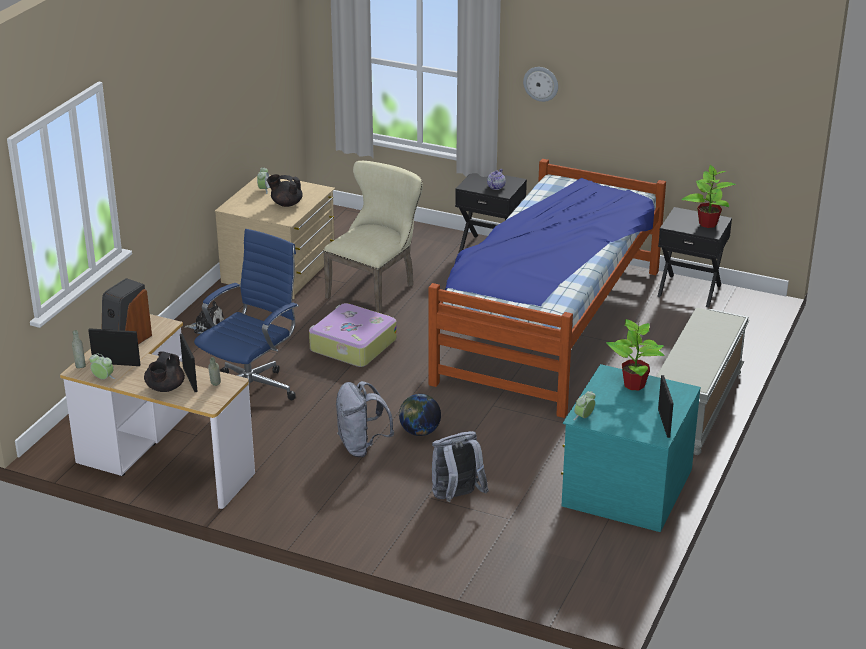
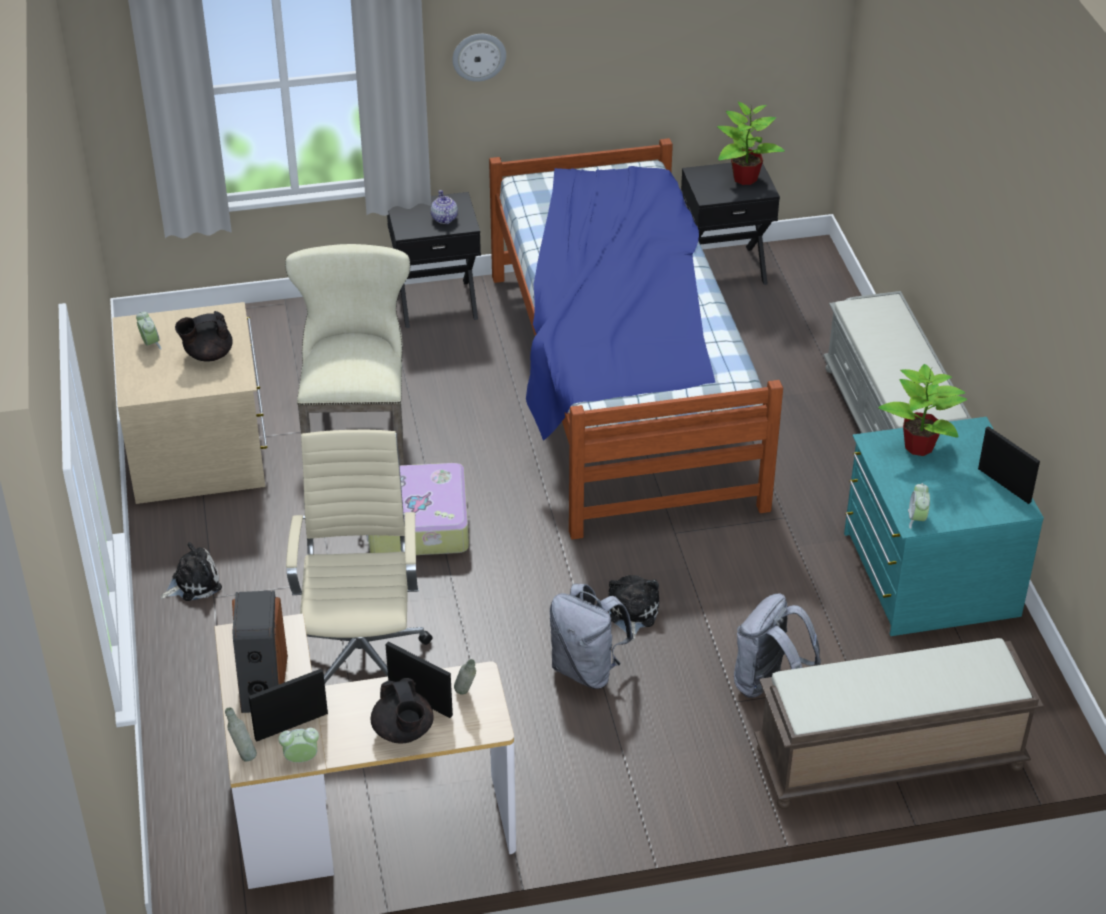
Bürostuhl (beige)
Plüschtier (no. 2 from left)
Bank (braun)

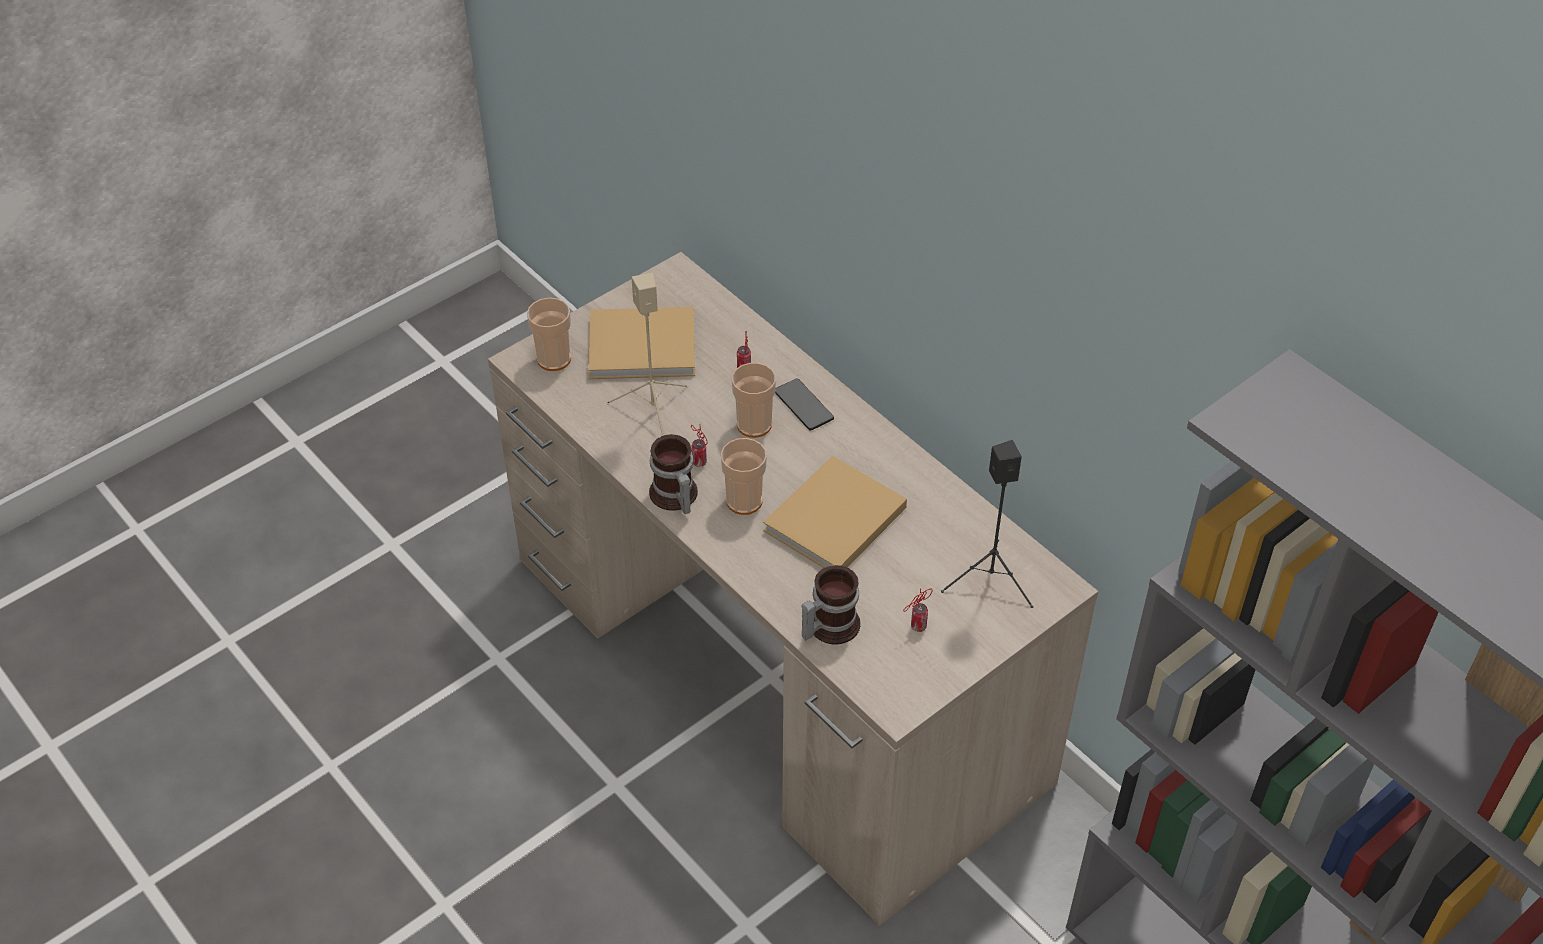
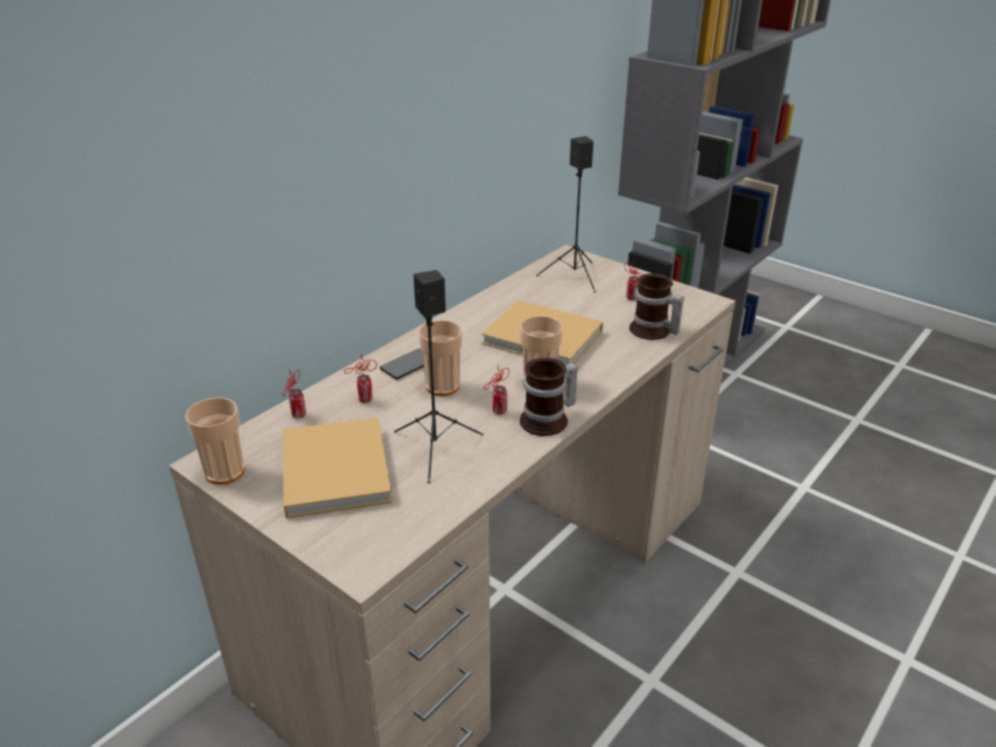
Tasse (no. 1 from left)
Dose (no. 1 from left)
Lautsprecher (schwarz) (no. 1 from left)

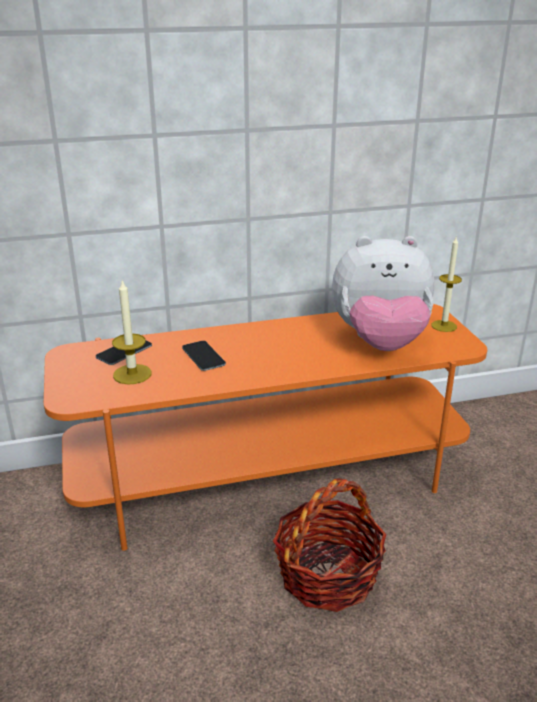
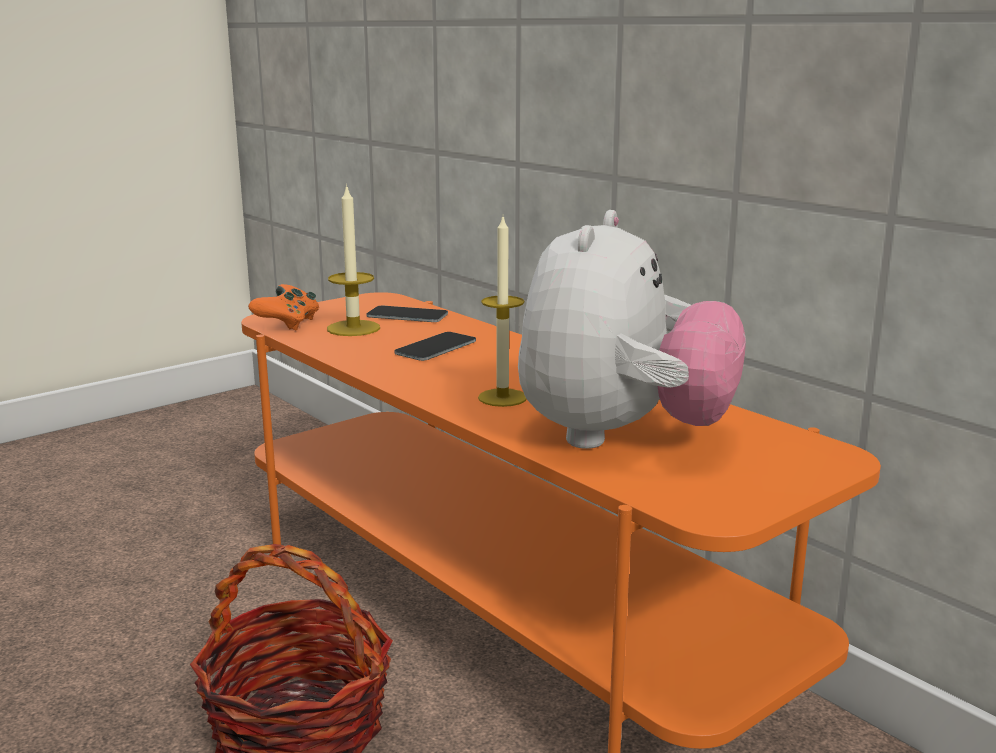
Gamepad (orange)
Kerze (no. 2 from left)
Plüschtier

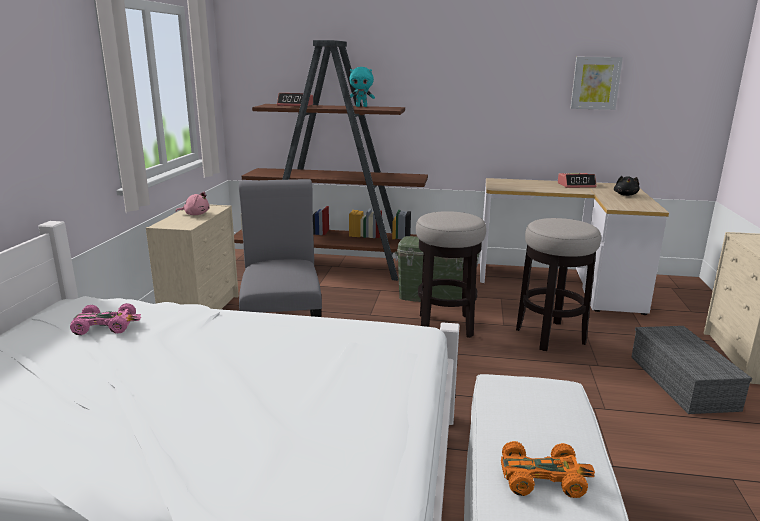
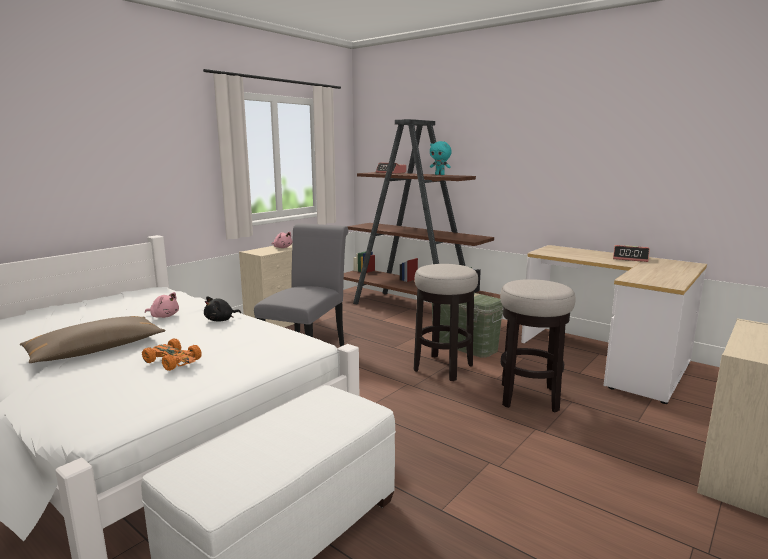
Kissen (braun)
Spielzeugauto (orange)
Plüschtier (rosa) (no. 1 from left)
Plüschtier (schwarz)
Spielzeugauto (rosa)
Bild
Aufbewahrungsbox (grau)

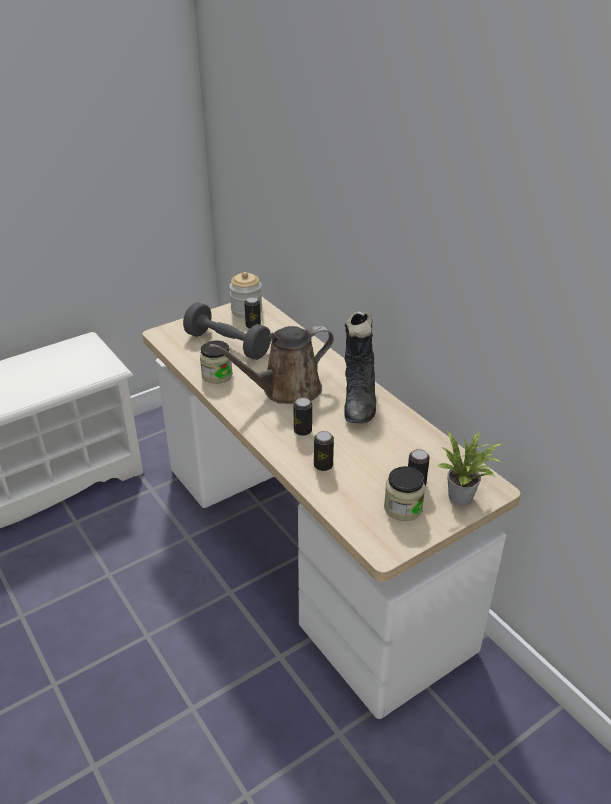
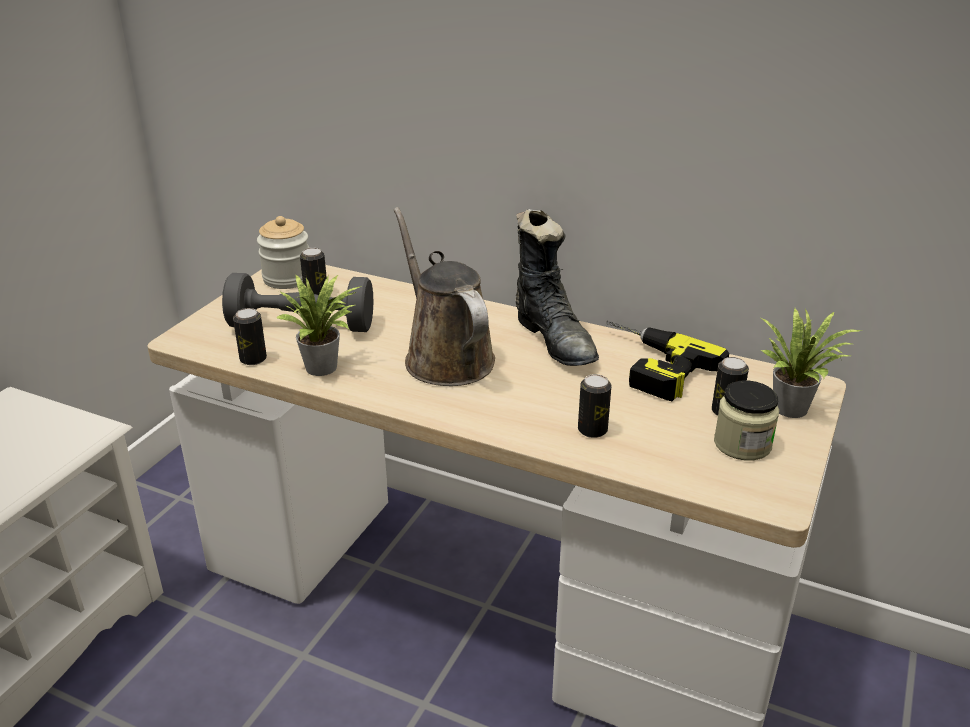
Dose (no. 1 from left)
Topfpflanze (no. 1 from left)
Gießkanne (braun)
Bohrmaschine

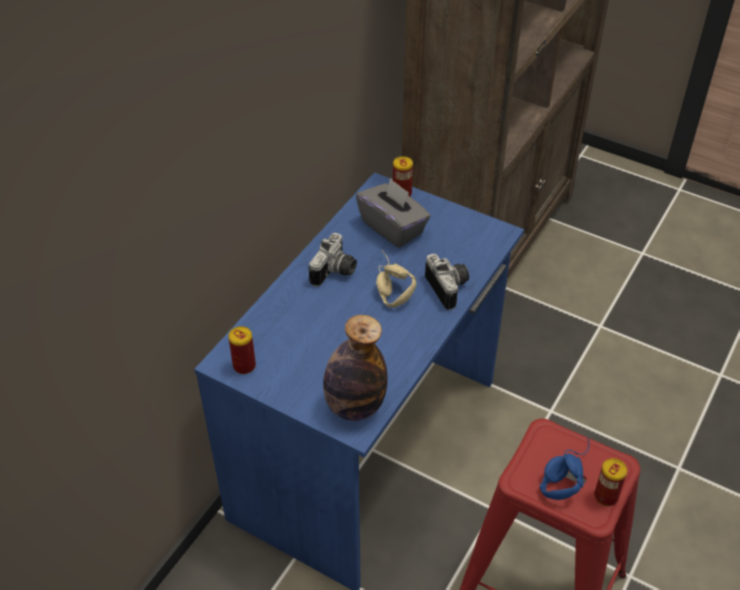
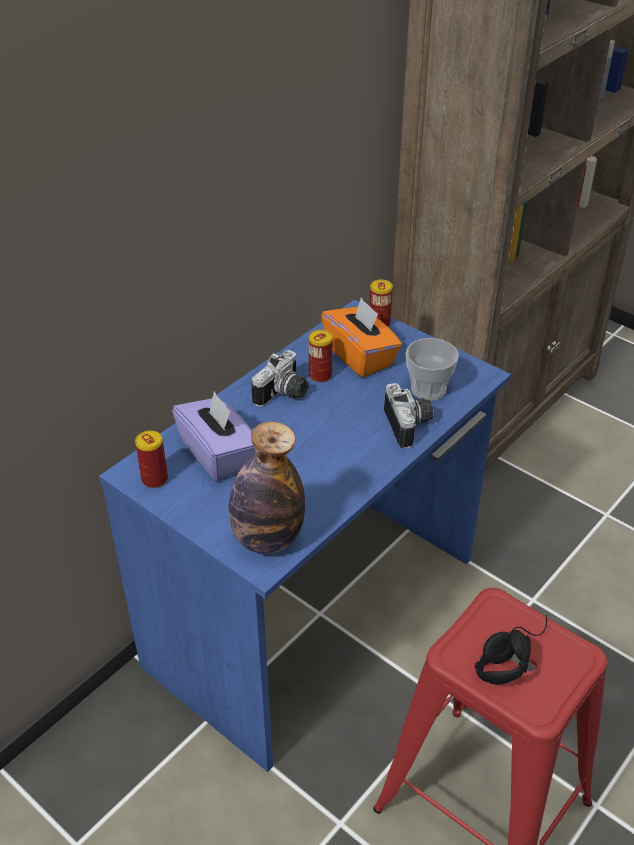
Taschentuchbox (lila)
Dose (no. 2 from left)
Taschentuchbox (orange)
Tasse
Kopfhörer (schwarz)
Kopfhörer (beige)

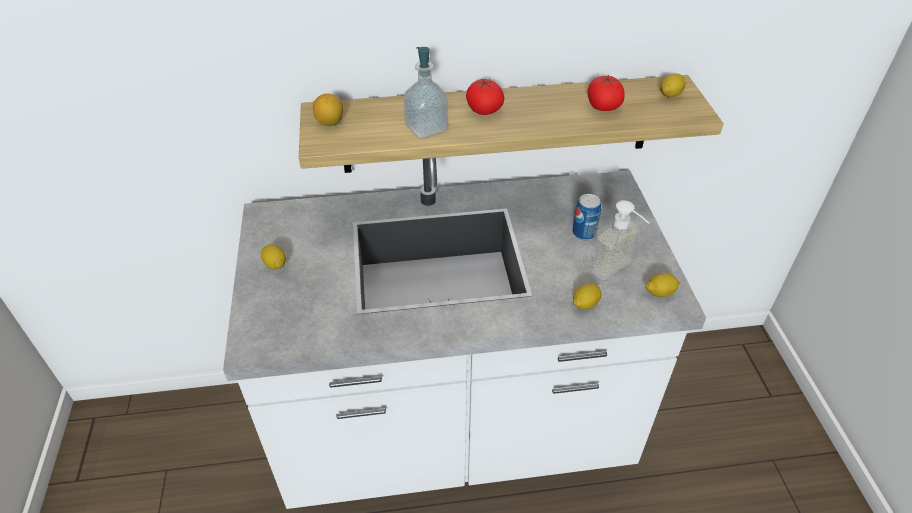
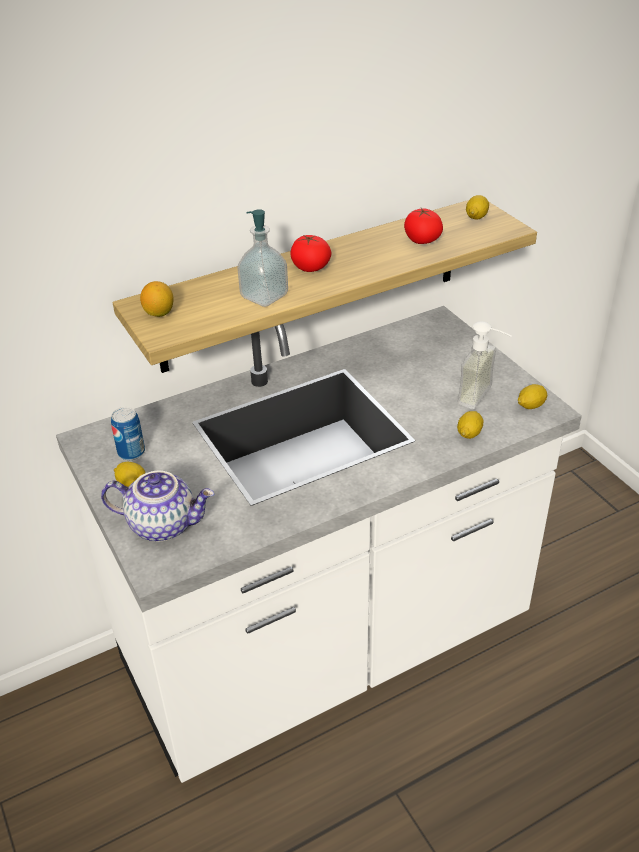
Teekanne
Dose

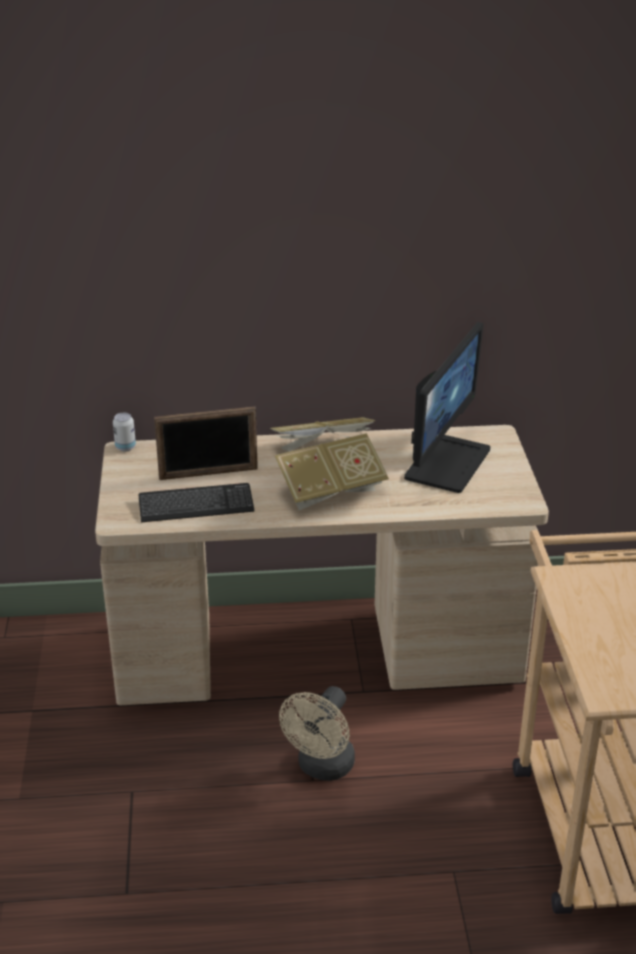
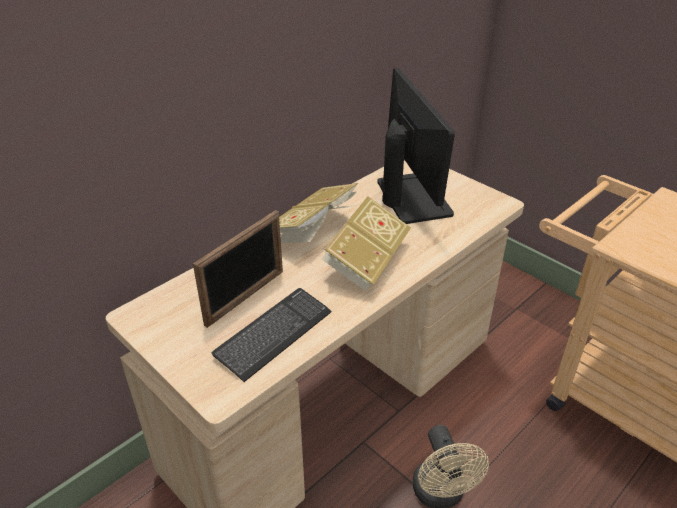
Dose

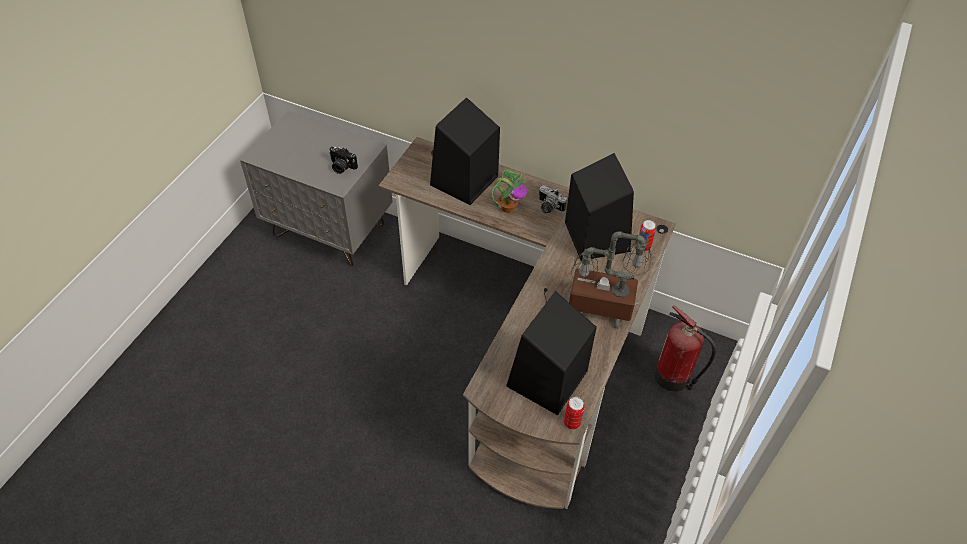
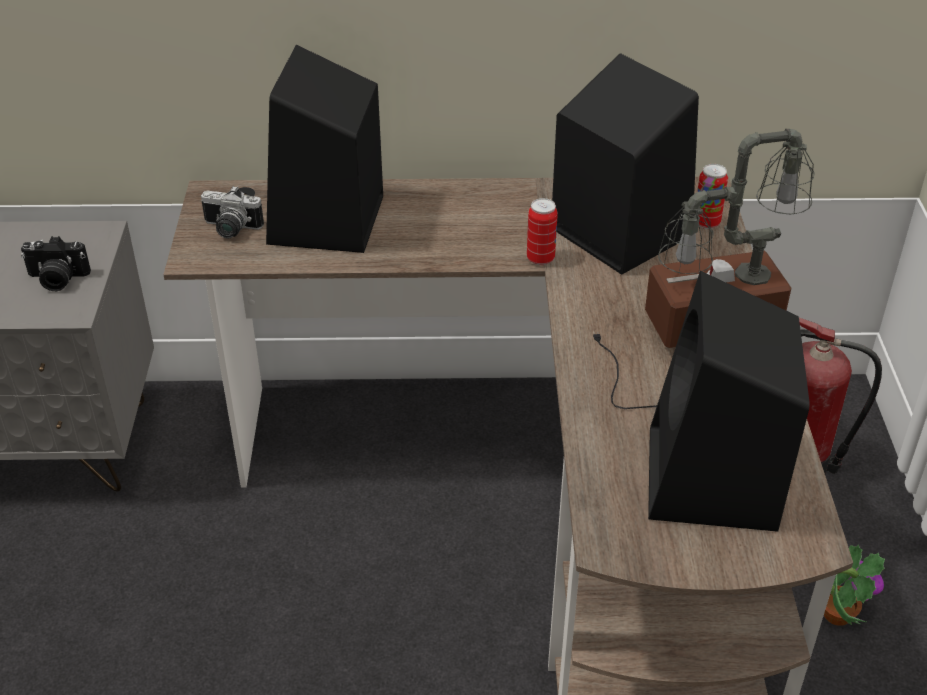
Kamera (no. 2 from left)
Dose (no. 1 from left)
Topfpflanze

